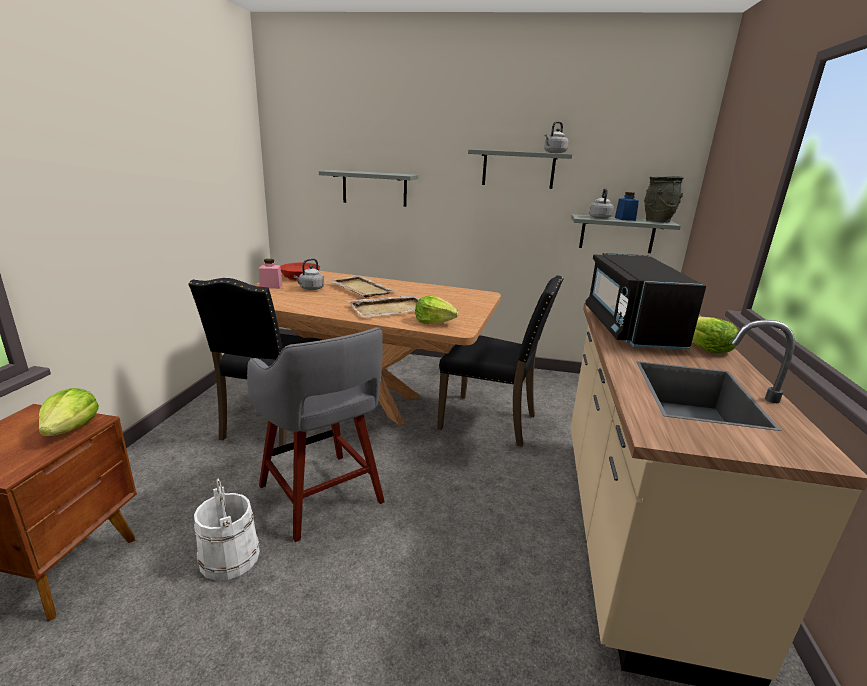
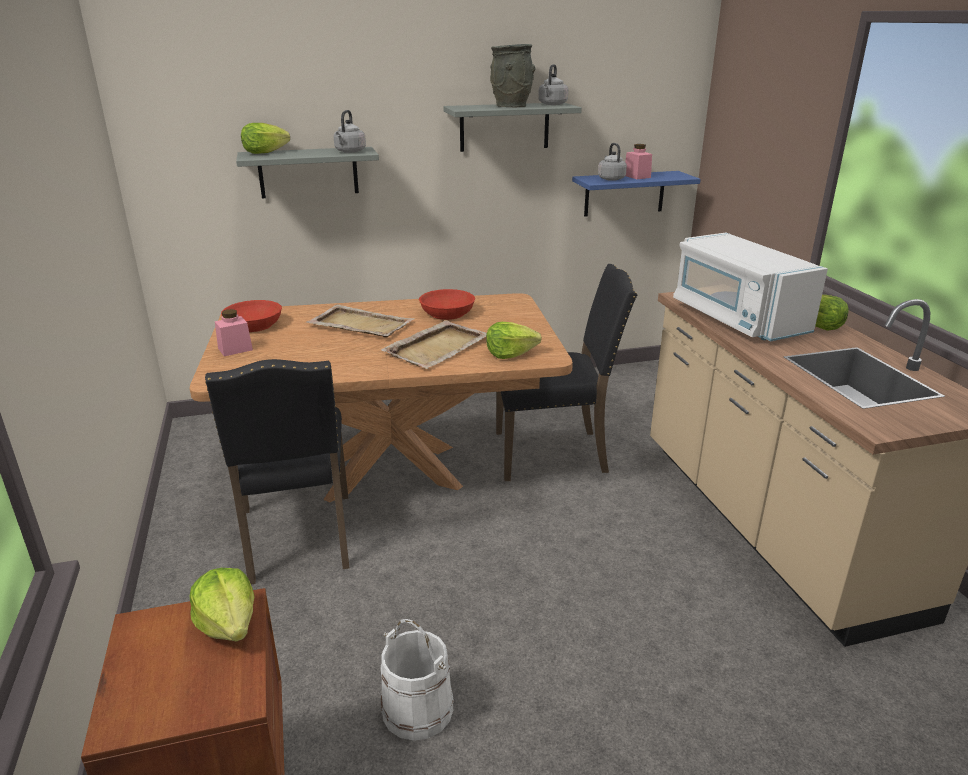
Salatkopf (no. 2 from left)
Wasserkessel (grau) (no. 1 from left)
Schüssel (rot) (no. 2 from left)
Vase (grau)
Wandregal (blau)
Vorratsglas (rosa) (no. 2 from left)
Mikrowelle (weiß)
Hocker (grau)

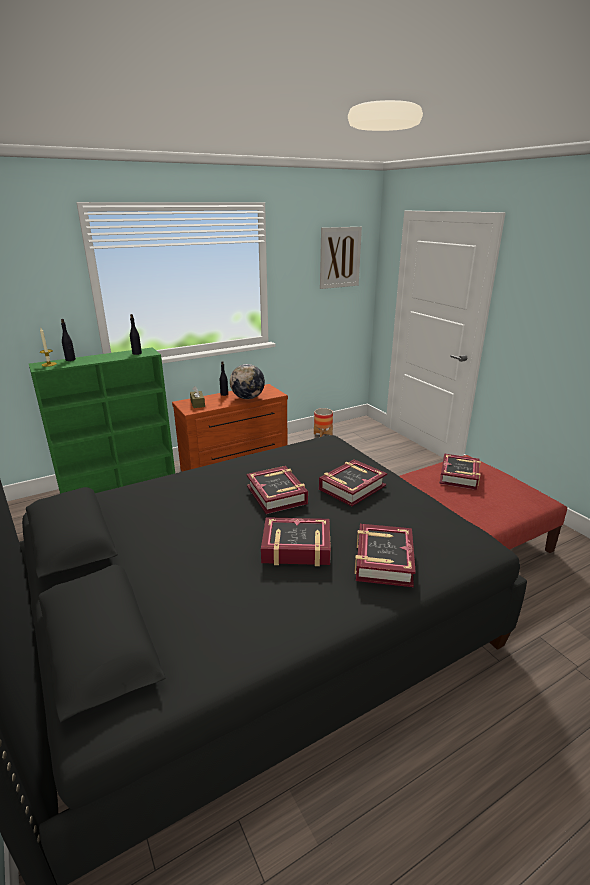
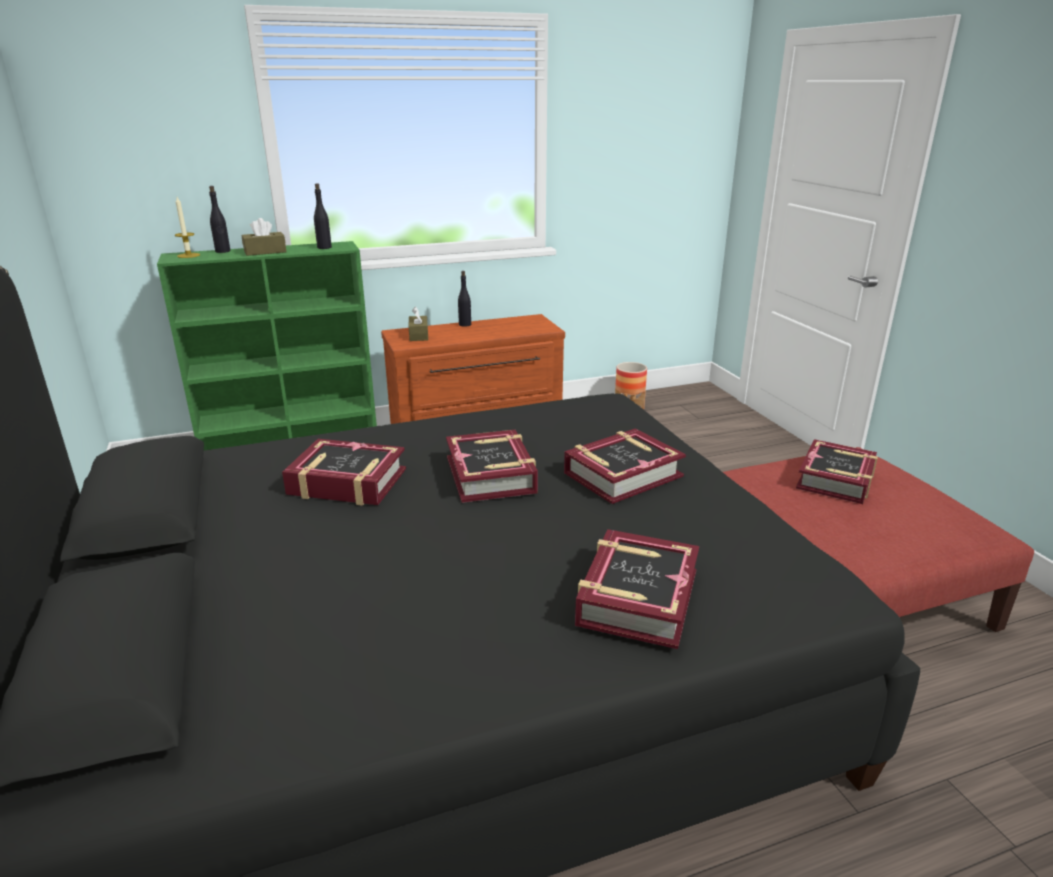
Taschentuchbox (braun) (no. 1 from left)
Buch (no. 1 from left)
Globus
Bild

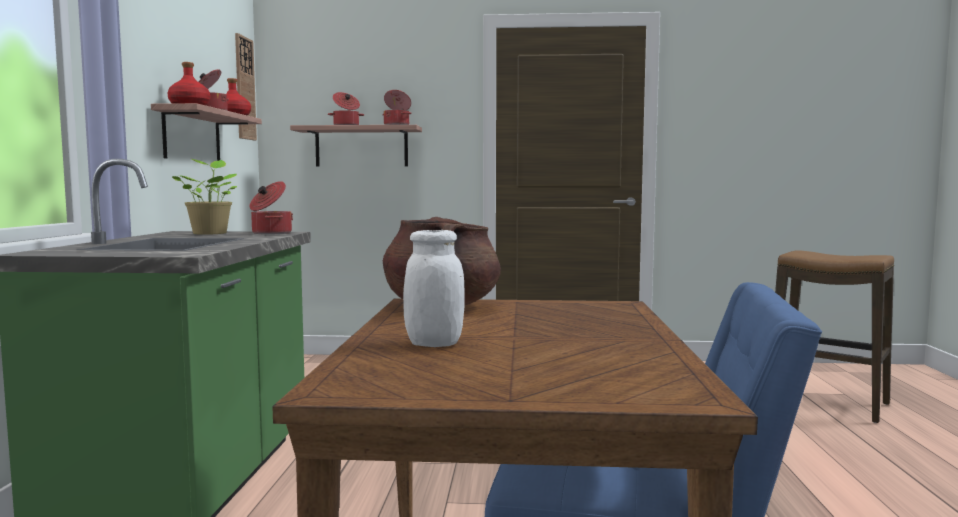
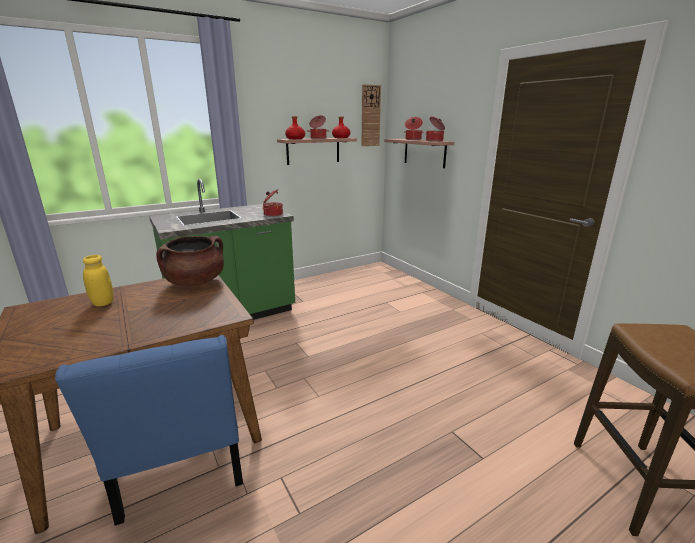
Vorratsglas (gelb)
Topfpflanze

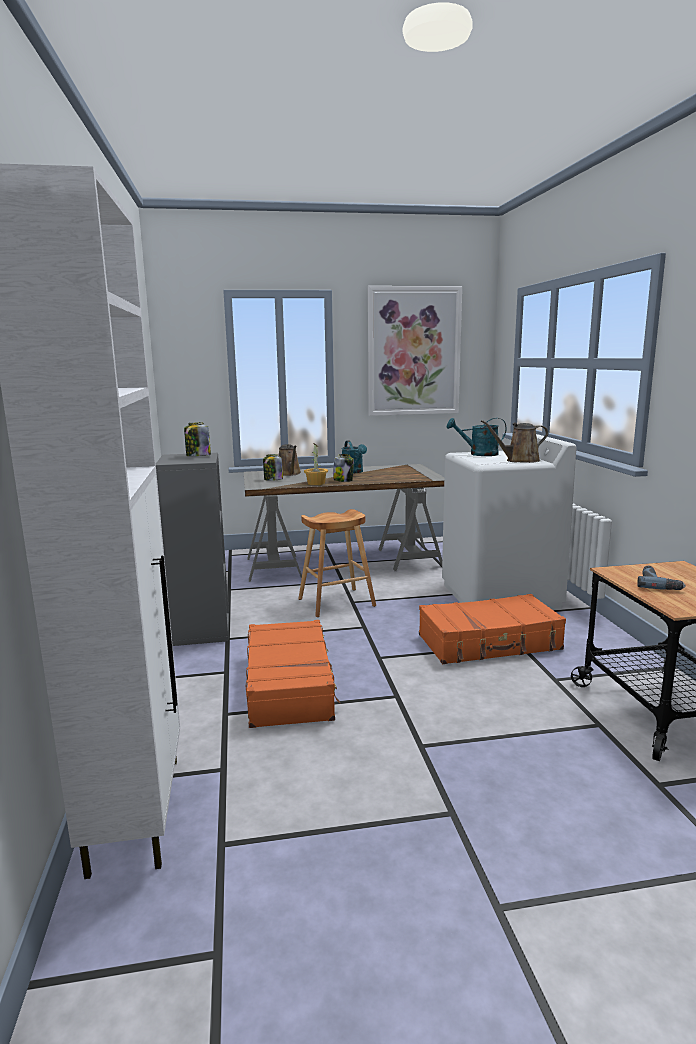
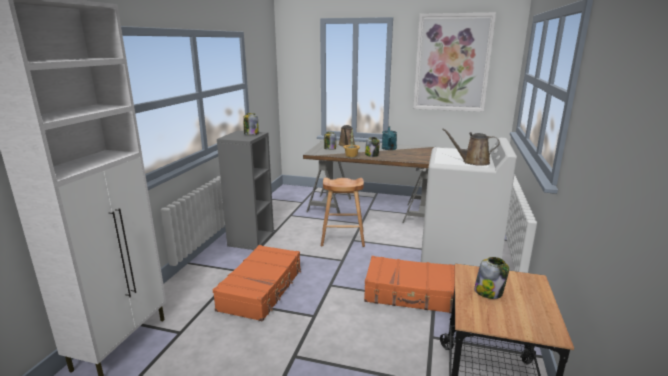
Vorratsglas (no. 4 from left)
Gießkanne (türkis) (no. 2 from left in the first image)

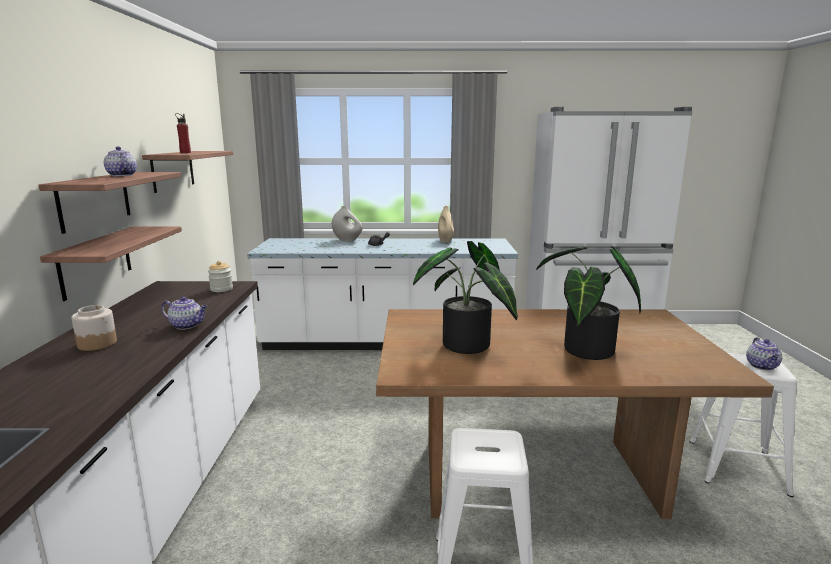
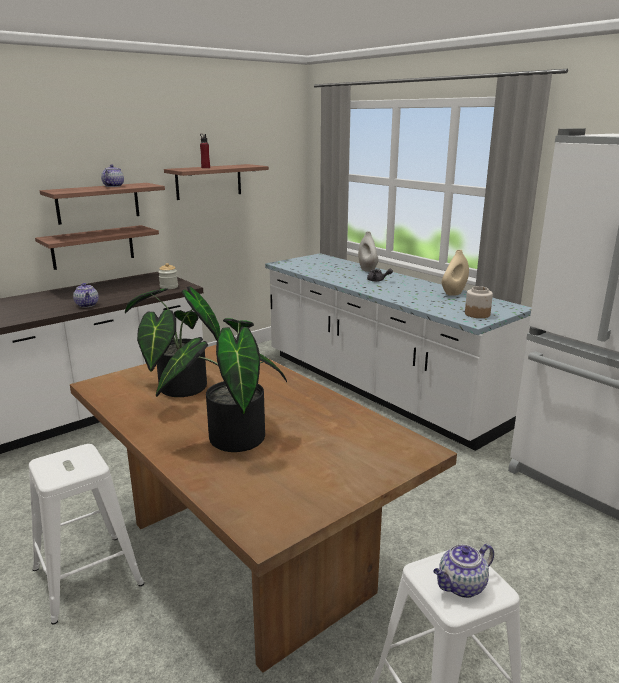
Vorratsglas (no. 2 from left)

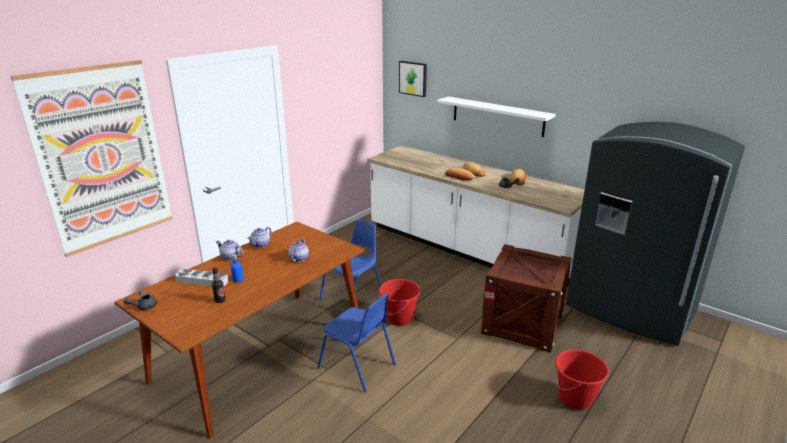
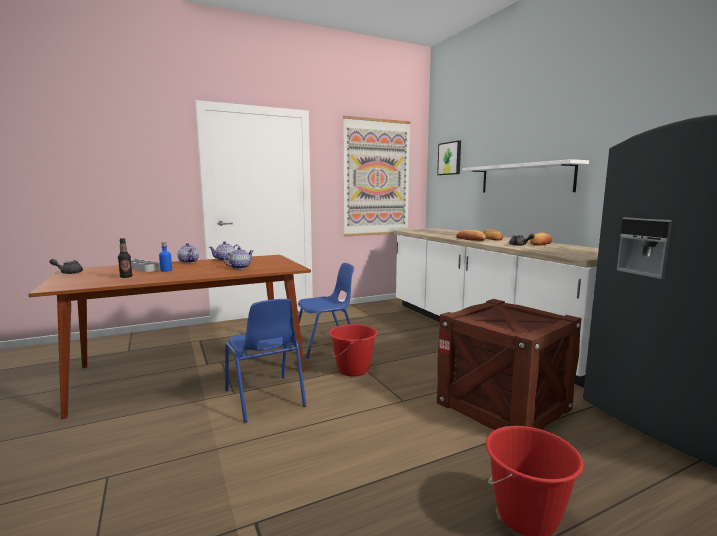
Bild (no. 1 from left)

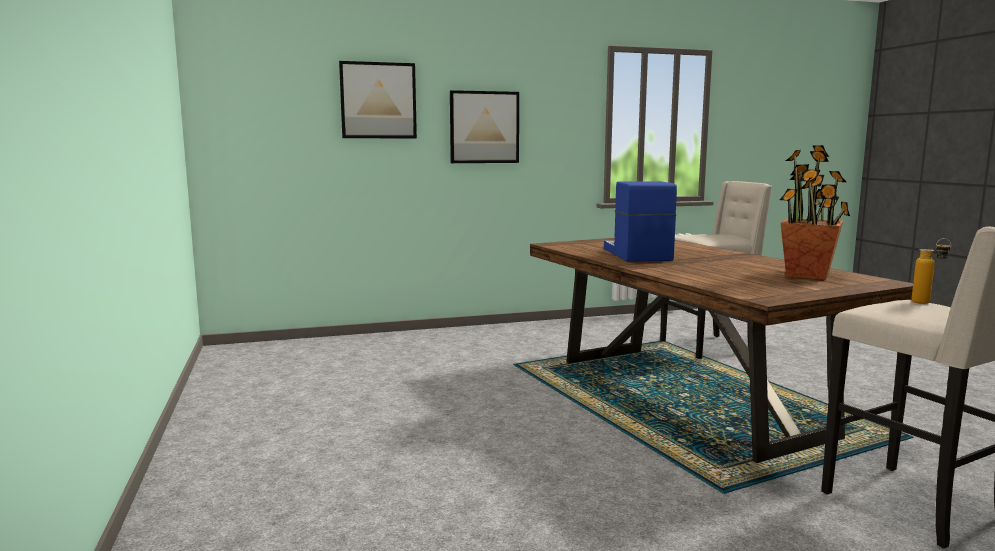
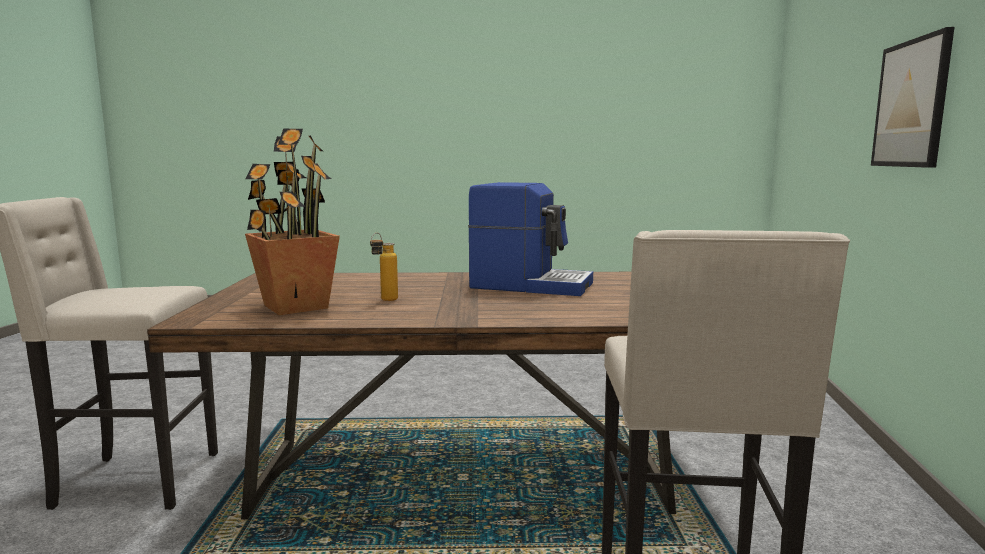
Flasche
Bild (no. 1 from left in the first image)

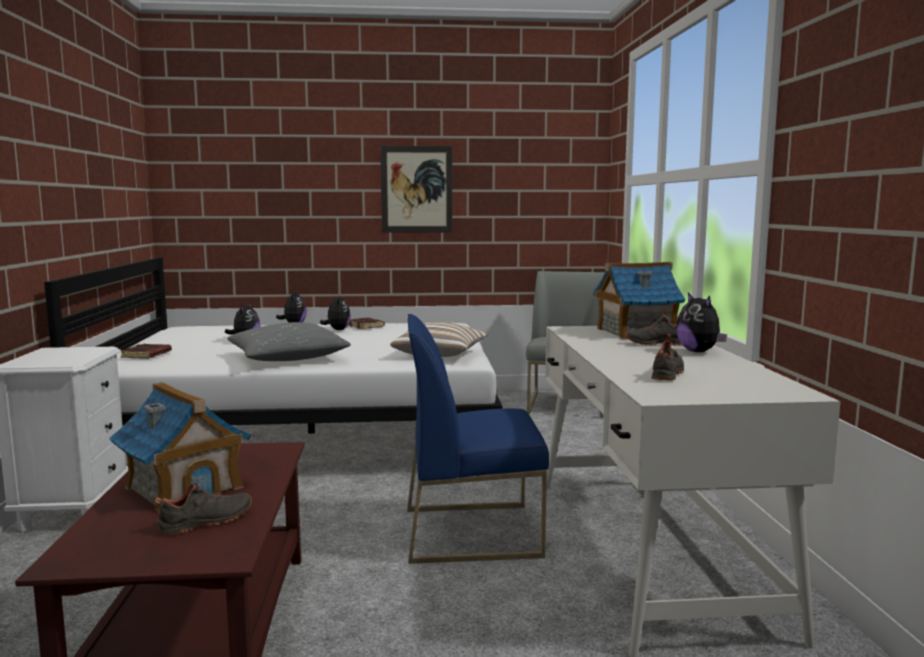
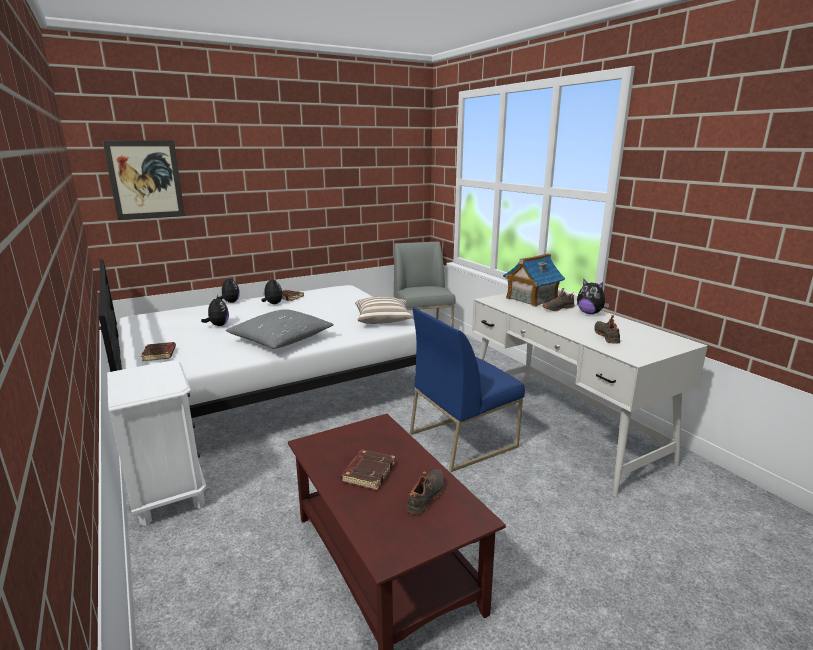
Bild
Buch (braun) (no. 3 from left)

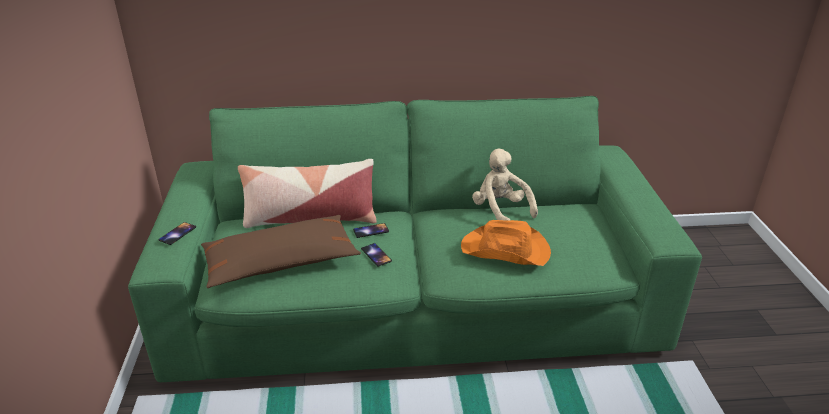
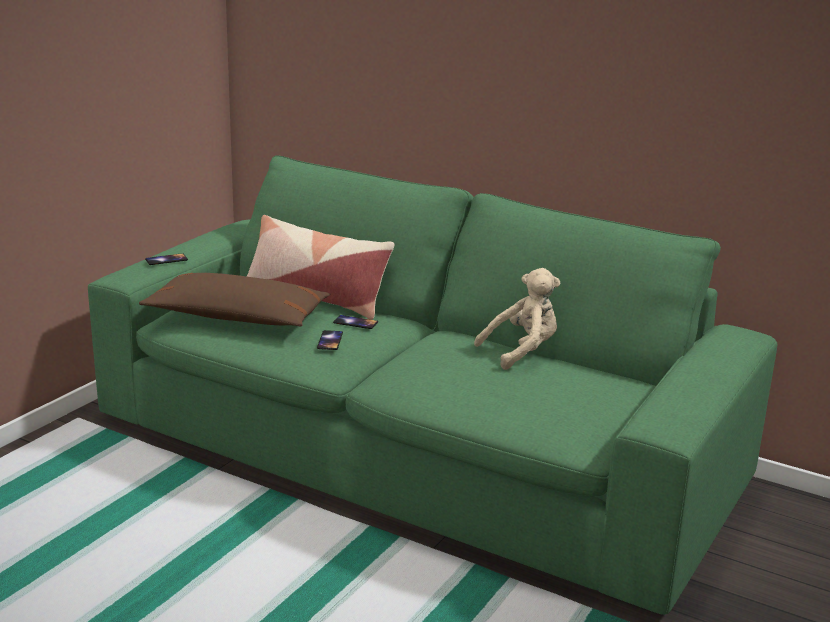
Plüschtier (beige)
Hut (orange)

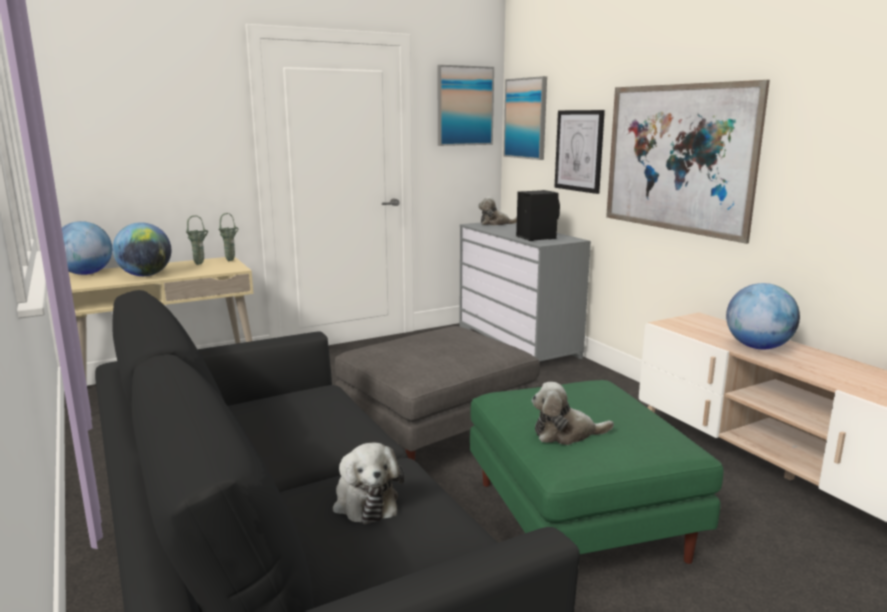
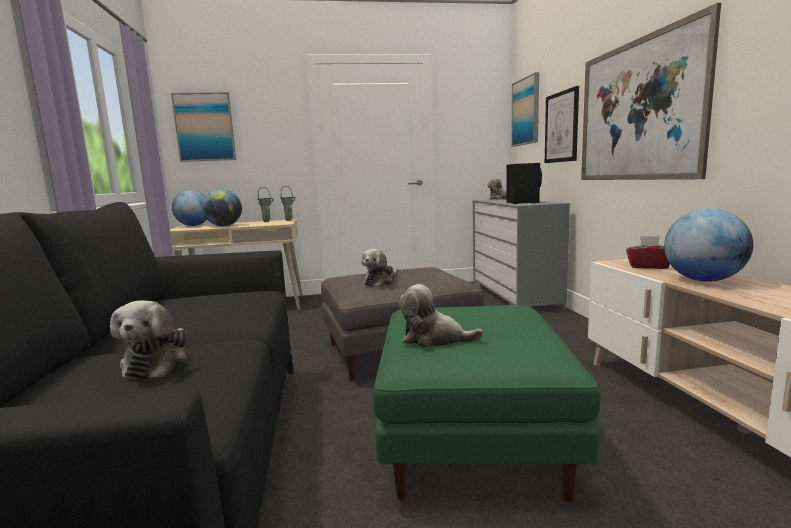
Bild (no. 1 from left)
Plüschtier (no. 2 from left)
Taschentuchbox (rot)

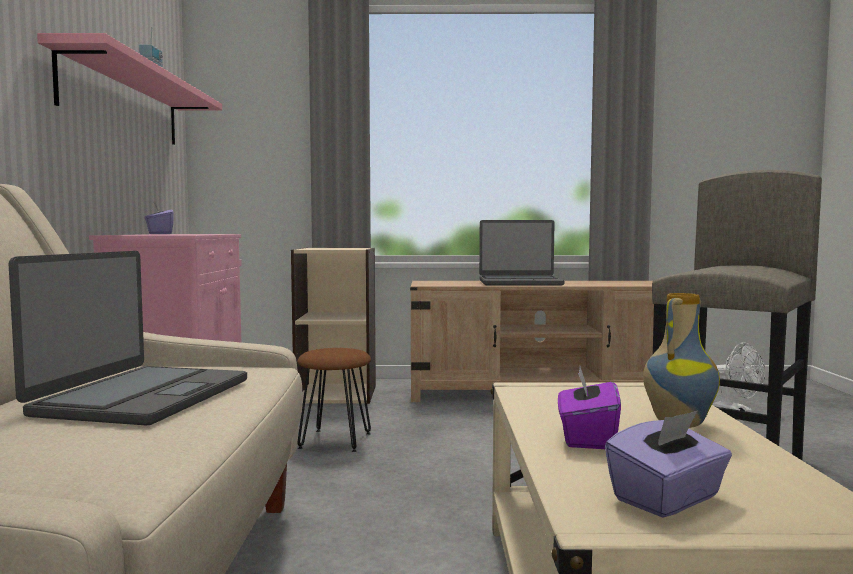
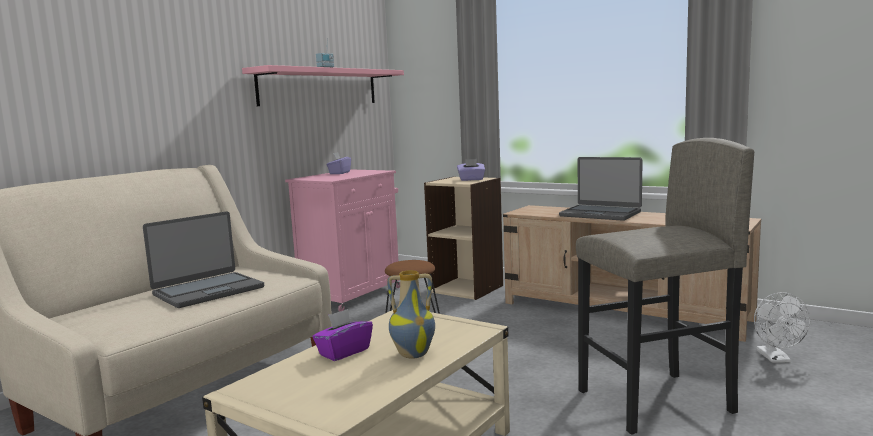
Taschentuchbox (lila) (no. 3 from left)

